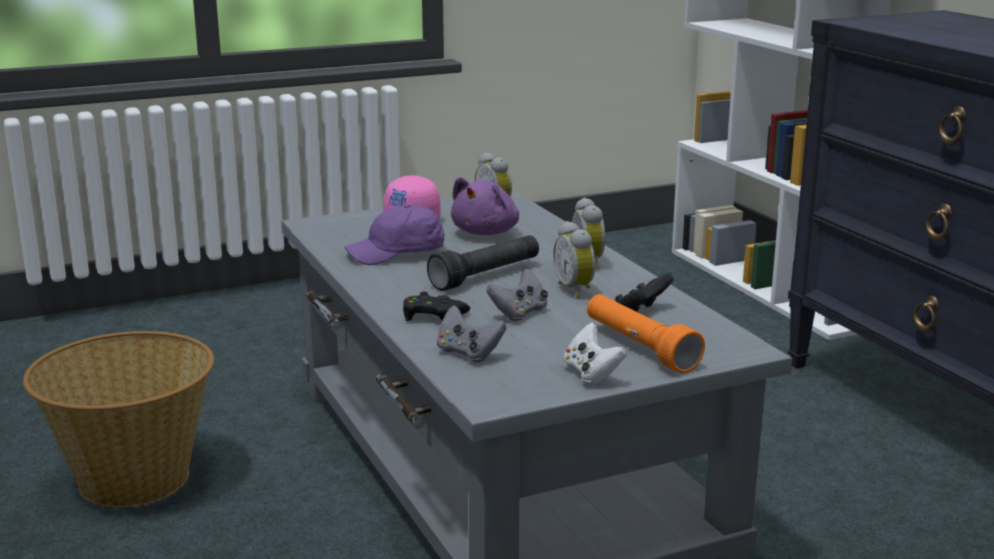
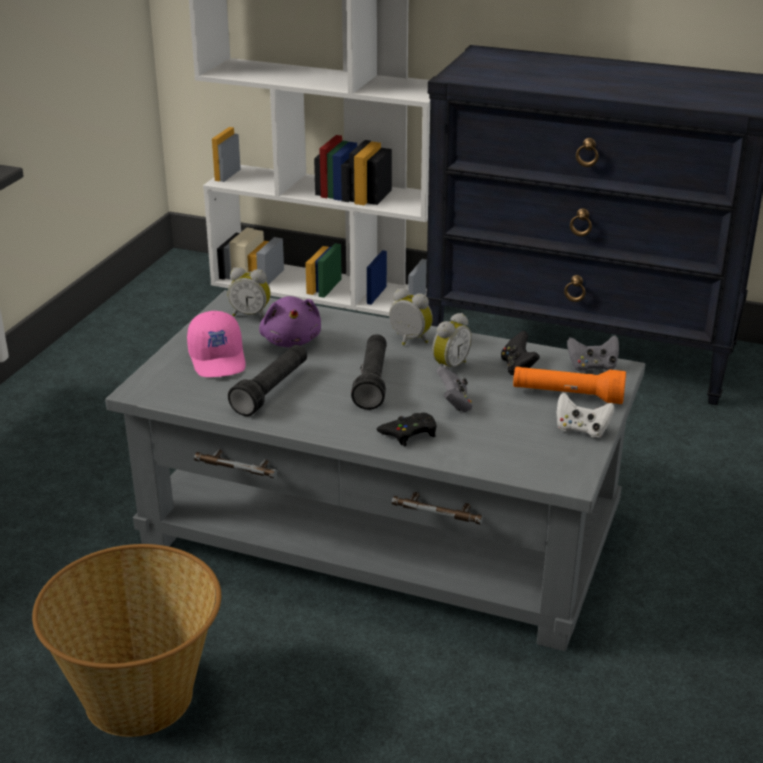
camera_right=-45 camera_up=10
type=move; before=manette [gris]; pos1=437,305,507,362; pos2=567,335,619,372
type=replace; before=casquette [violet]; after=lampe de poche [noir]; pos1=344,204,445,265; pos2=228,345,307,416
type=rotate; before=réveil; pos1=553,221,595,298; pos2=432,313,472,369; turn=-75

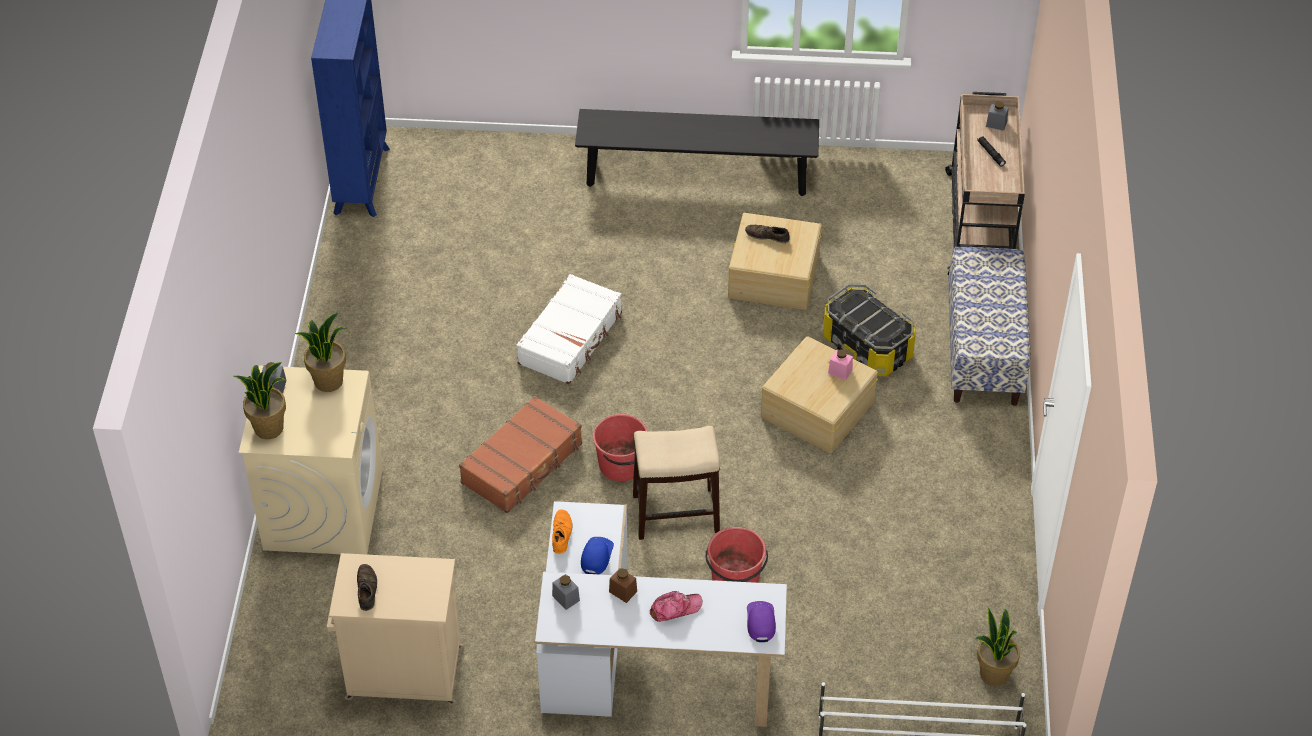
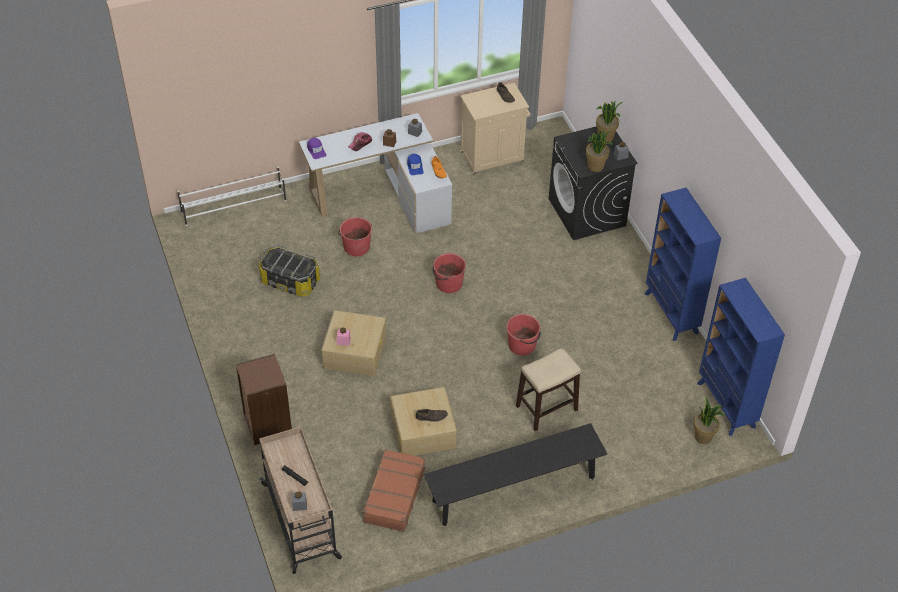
camera_right=155 camera_up=0
type=insert; after=bibliothèque [bleu]; pos2=644,188,721,341
type=move; before=valise [marron]; pos1=459,396,582,513; pos2=362,449,425,532
type=move; before=tabouret; pos1=633,426,720,540; pos2=516,348,581,431
type=move; before=boîte de rangement; pos1=823,284,916,376; pos2=258,245,320,297
type=move; before=plante en pot; pos1=975,607,1020,686; pos2=694,397,725,444
type=replace; before=valise [blanc]; after=seau [rouge]; pos1=516,274,622,384; pos2=506,314,541,356
type=replace; before=banc; after=bibliothèque [marron]; pos1=948,247,1031,406; pos2=236,354,292,445
type=recolor; before=lave-linge [beige]; after=lave-linge [noir]; pos1=239,365,383,555; pos2=549,126,638,240

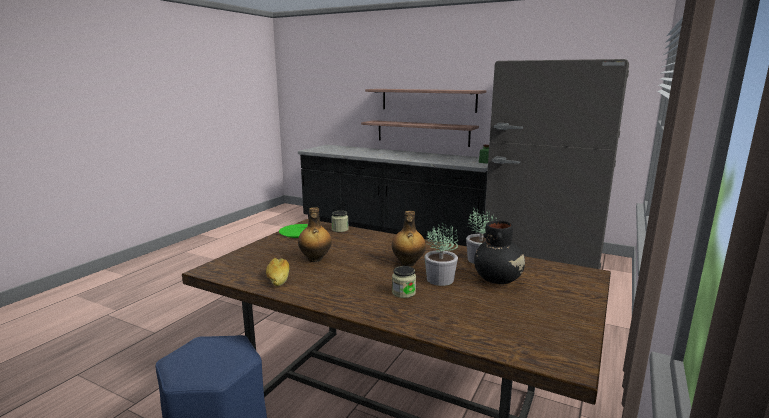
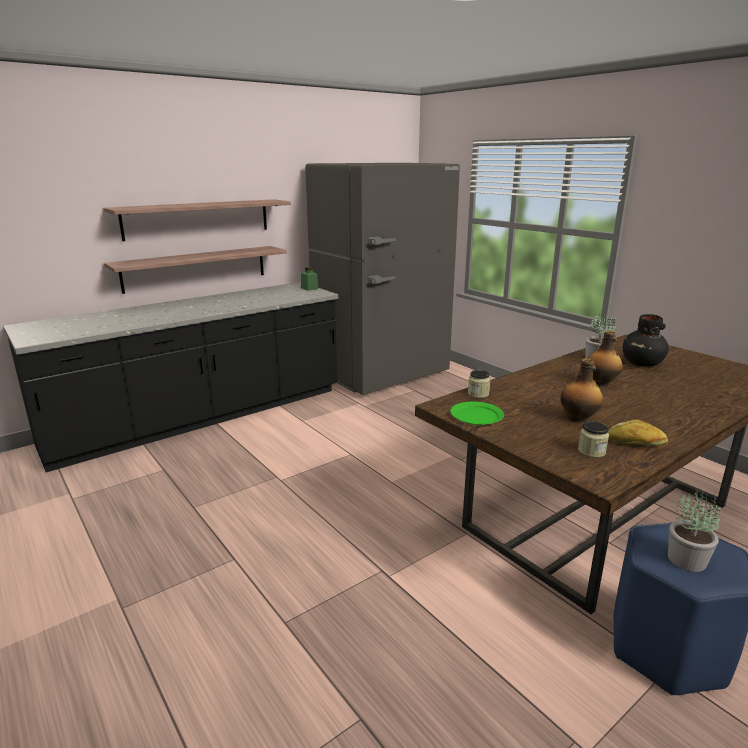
camera_right=-65 camera_up=5
type=move; before=bocal; pos1=392,266,416,298; pos2=578,421,609,458
type=move; before=plante en pot; pos1=424,223,458,286; pos2=668,489,721,572

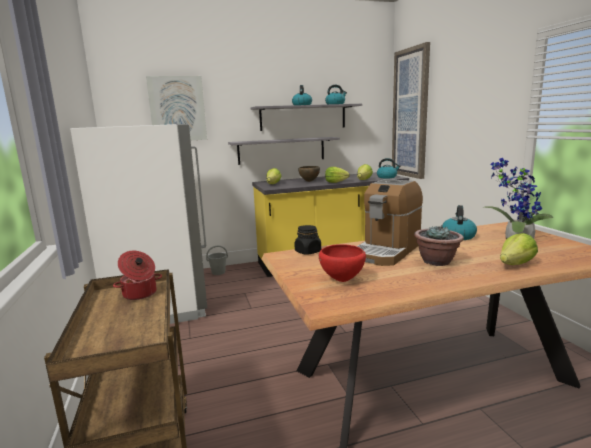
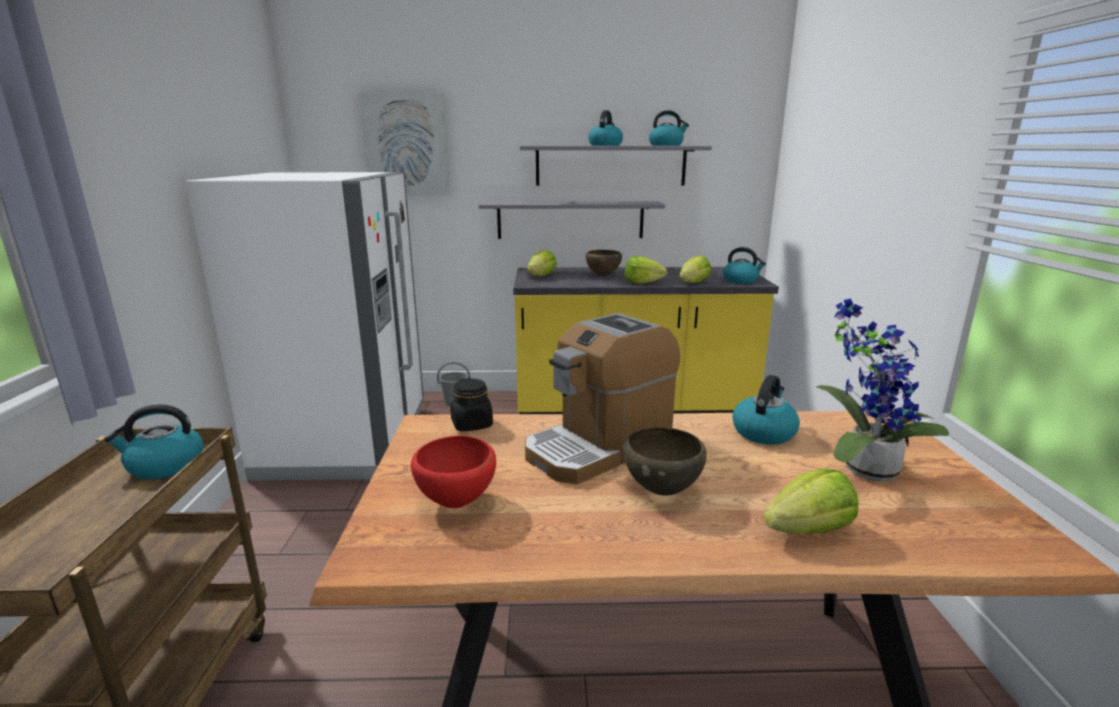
camera_right=15 camera_up=5
type=delete; before=tableau; pos1=392,42,430,179
type=replace; before=marmite; after=bouilloire; pos1=113,251,162,300; pos2=104,404,203,479
type=replace; before=plante en pot; after=bol [marron]; pos1=414,225,464,266; pos2=623,427,707,496

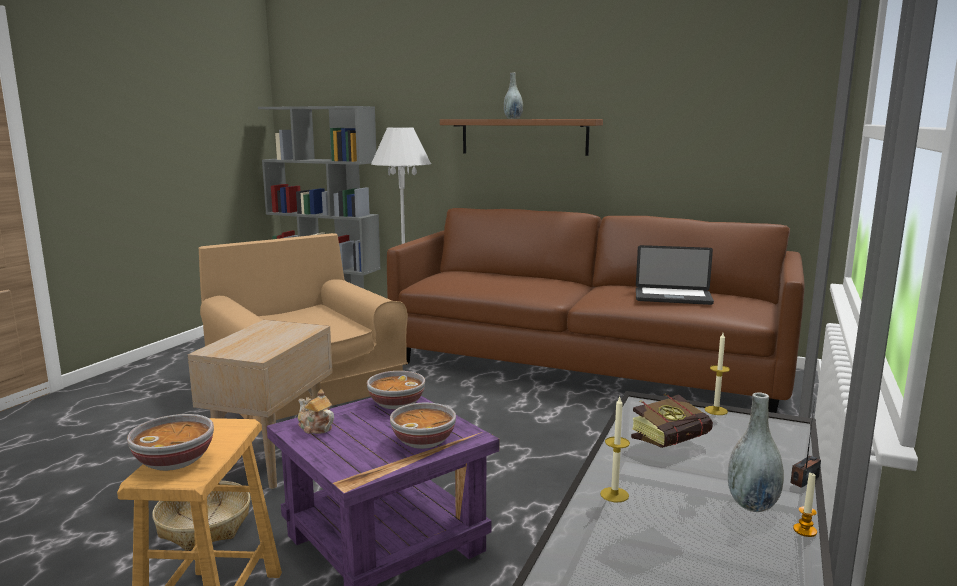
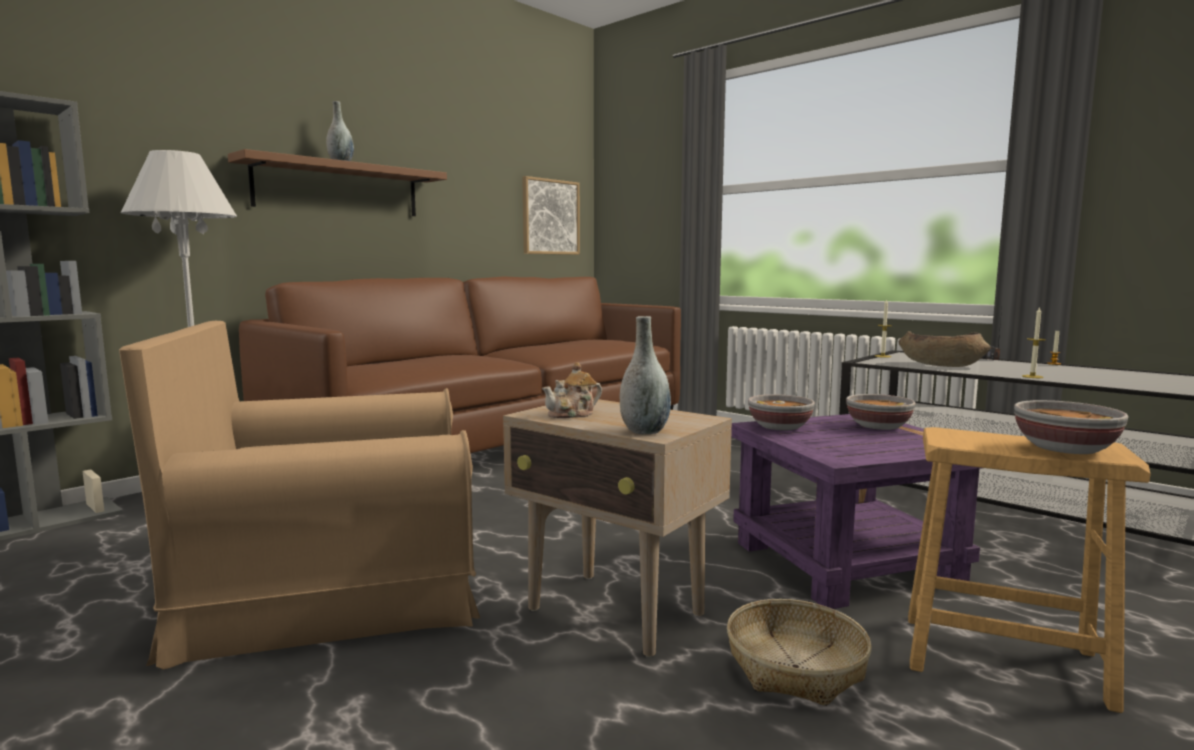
camera_right=-70 camera_up=-5
type=delete; before=ordinateur portable; pos1=636,245,714,305
type=insert; after=tableau; pos2=522,176,580,255
type=move; before=théière; pos1=298,389,334,434; pos2=542,362,602,418
type=move; before=vase [gris]; pos1=728,393,784,512; pos2=620,316,671,434
type=replace; before=livre; after=bol [marron]; pos1=631,394,713,448; pos2=899,331,990,367

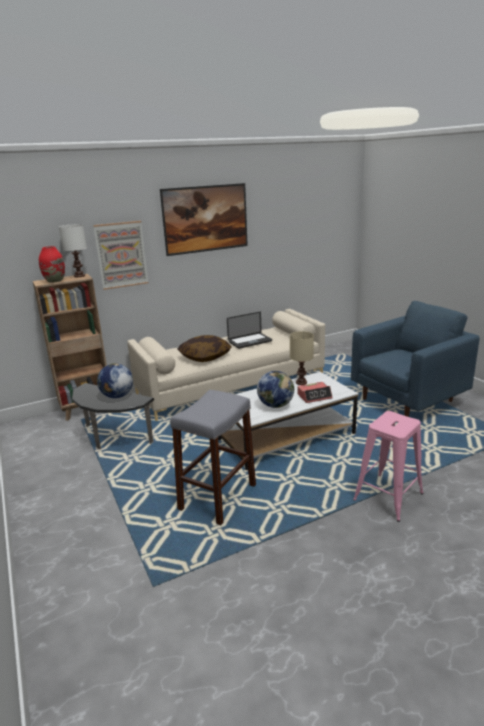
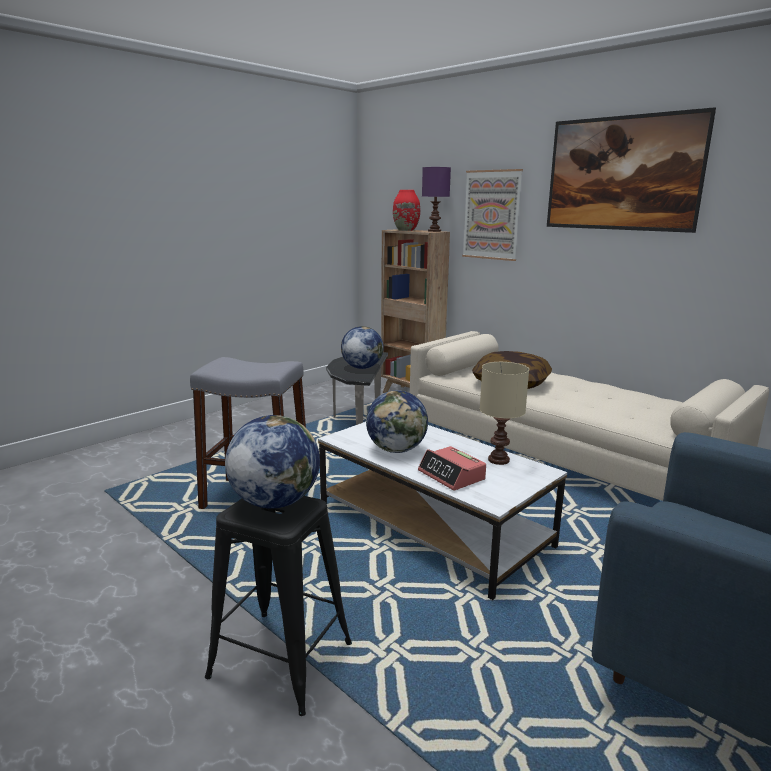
camera_right=70 camera_up=-5
type=delete; before=ordinateur portable; pos1=227,312,272,349
type=insert; after=globe; pos2=225,415,320,509
type=recolor; before=lampe de table [blanc]; after=lampe de table [violet]; pos1=59,224,87,277; pos2=422,167,451,232
type=recolor; before=tabouret [rose]; after=tabouret [noir]; pos1=353,411,424,522; pos2=205,496,352,716

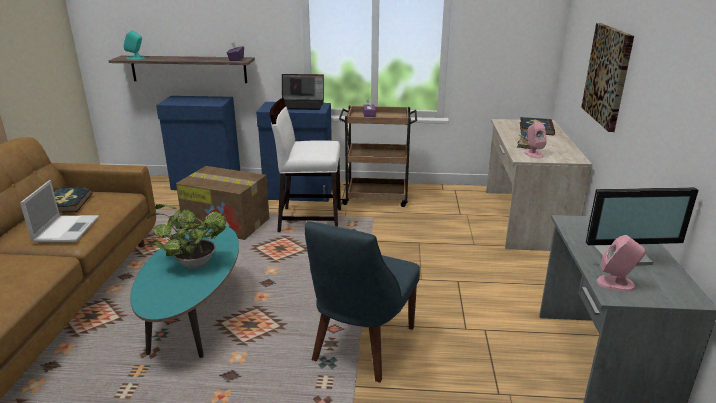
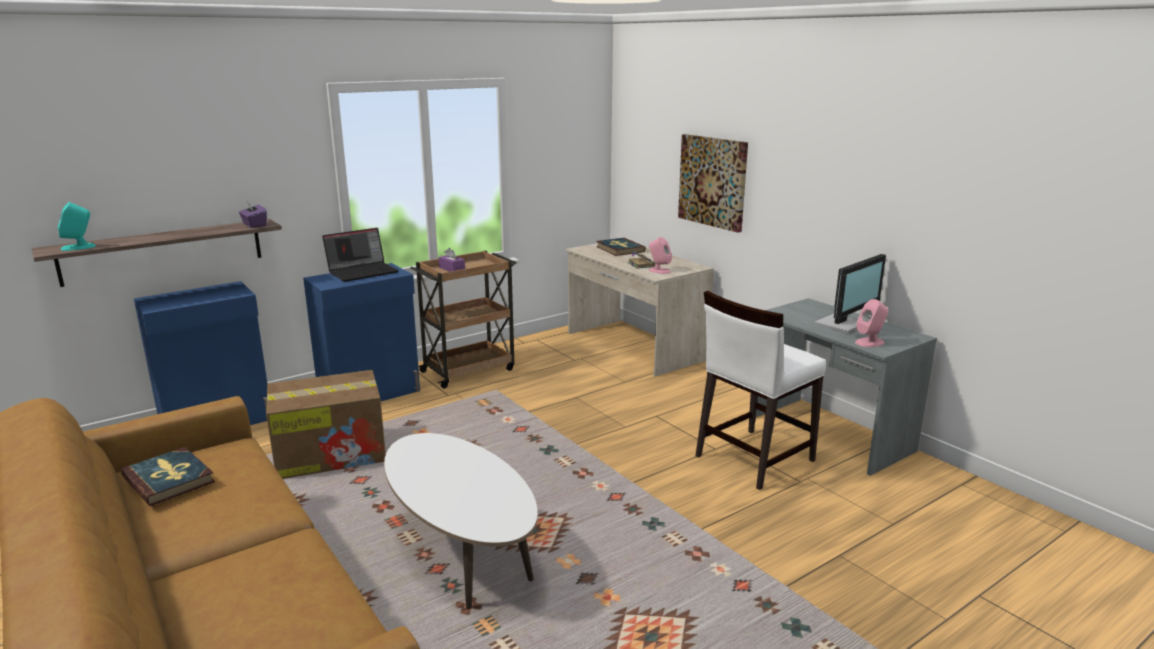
camera_right=-40 camera_up=-5
type=delete; before=ordinateur portable; pos1=20,180,99,242
type=delete; before=plante en pot; pos1=147,204,226,269
type=delete; before=chaise [bleu]; pos1=305,221,420,383
type=move; before=chaise [blanc]; pos1=270,98,341,232; pos2=695,291,826,490
type=recolor; before=table basse [turquoise]; after=table basse [blanc]; pos1=130,225,239,358; pos2=384,433,538,609

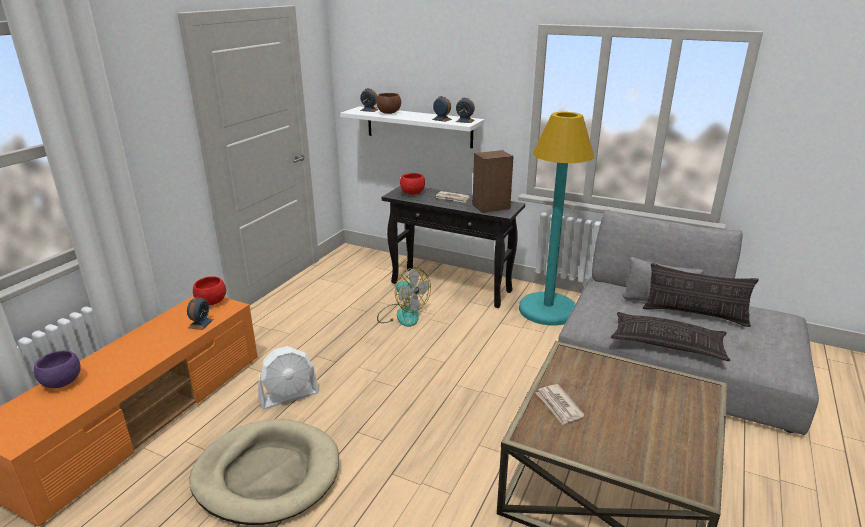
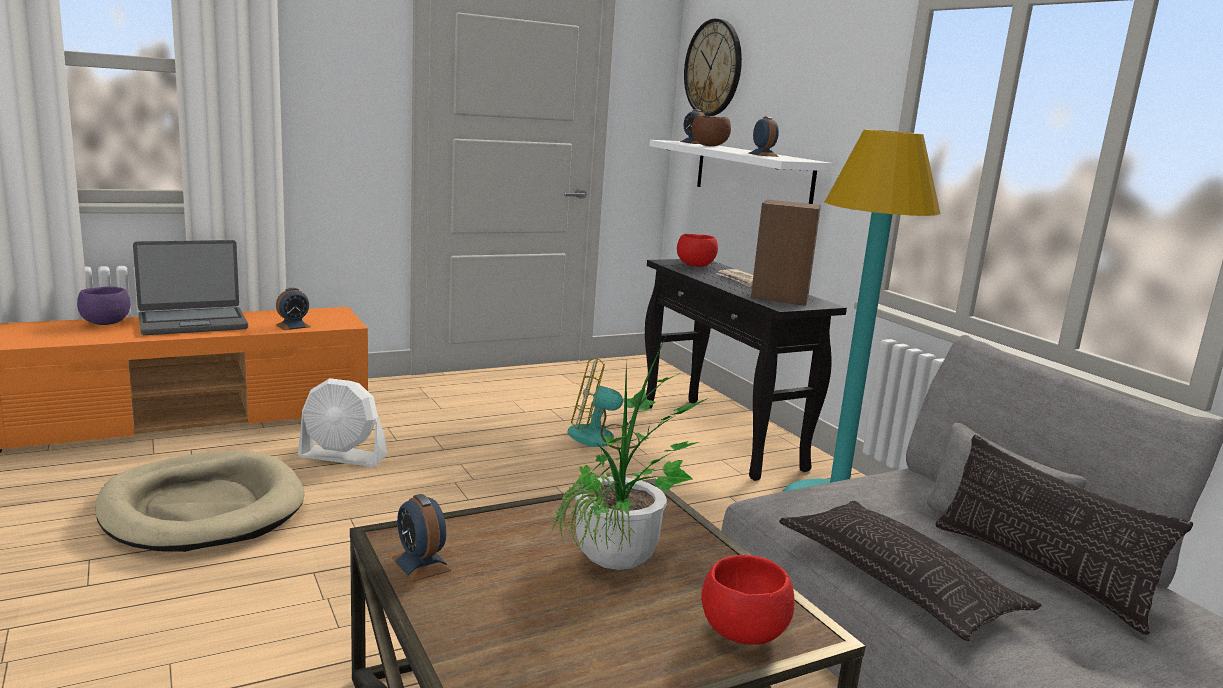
camera_right=35 camera_up=-10
type=delete; before=journal; pos1=536,384,584,425
type=insert; after=ordinateur portable; pos2=133,240,248,335
type=insert; after=plante en pot; pos2=550,335,708,570
type=insert; after=horloge murale; pos2=684,19,742,116
type=move; before=bol [rouge]; pos1=193,276,226,305; pos2=702,555,795,645
type=move; before=réveil; pos1=456,97,475,123; pos2=392,494,451,582
type=rotate; before=ventilateur; pos1=377,267,431,327; pos2=568,358,640,449; turn=105

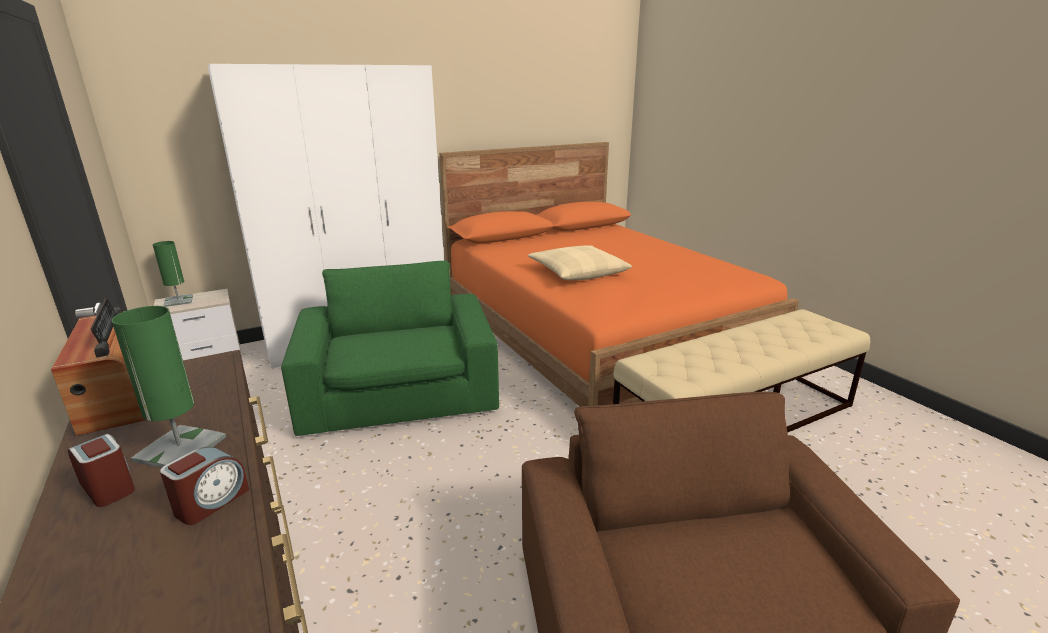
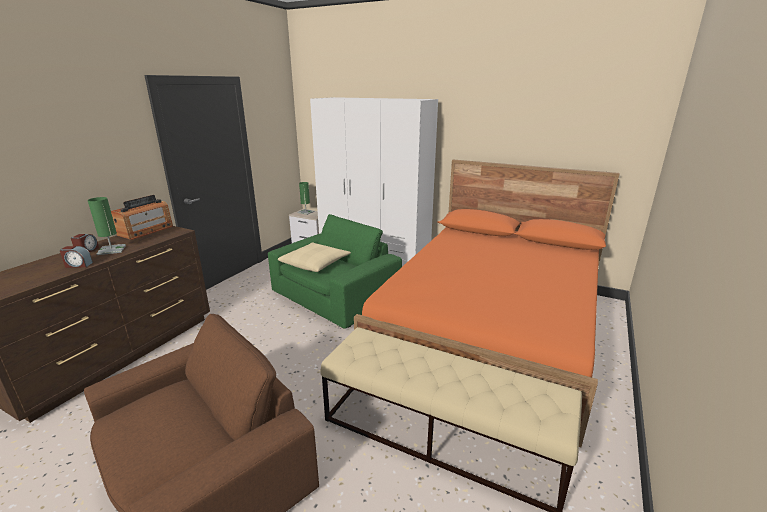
camera_right=55 camera_up=0
type=move; before=coussin [beige]; pos1=528,245,632,280; pos2=278,242,351,272

